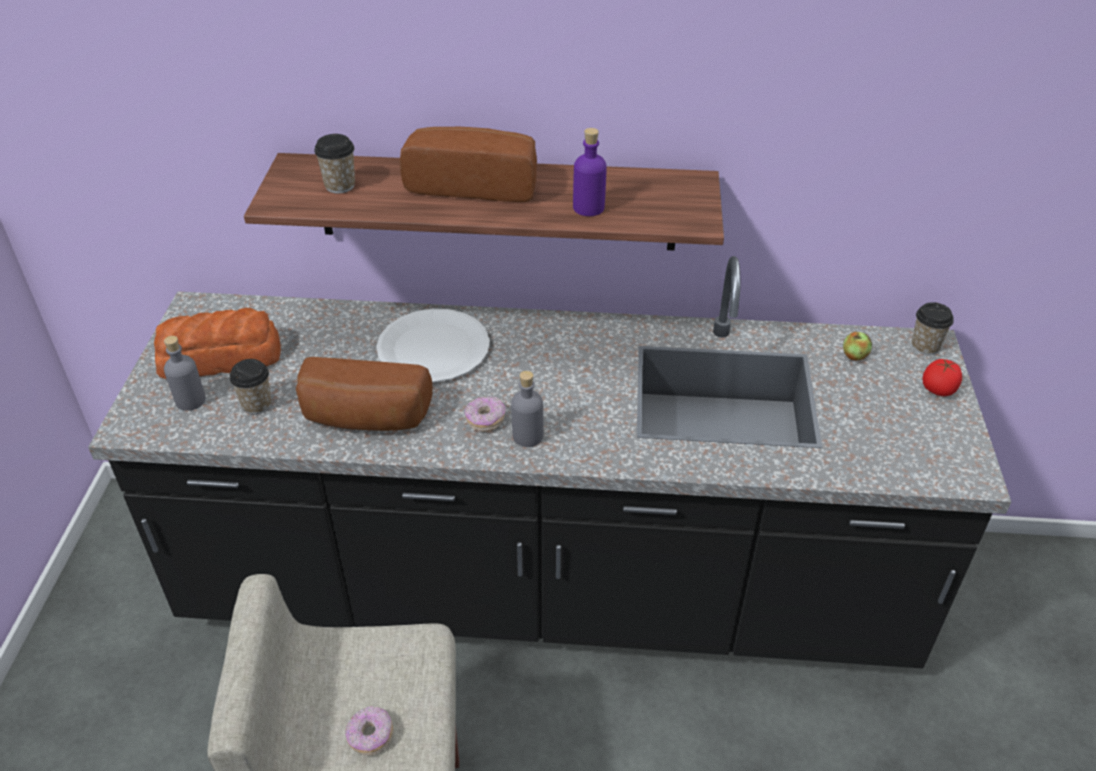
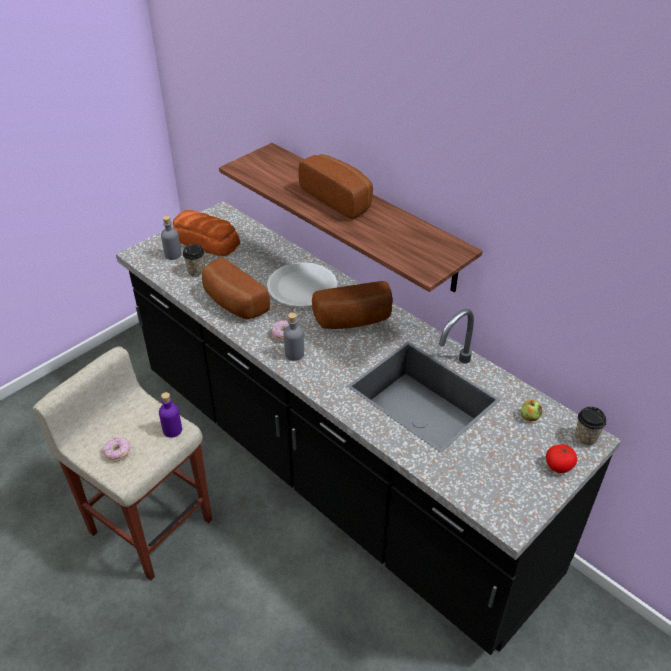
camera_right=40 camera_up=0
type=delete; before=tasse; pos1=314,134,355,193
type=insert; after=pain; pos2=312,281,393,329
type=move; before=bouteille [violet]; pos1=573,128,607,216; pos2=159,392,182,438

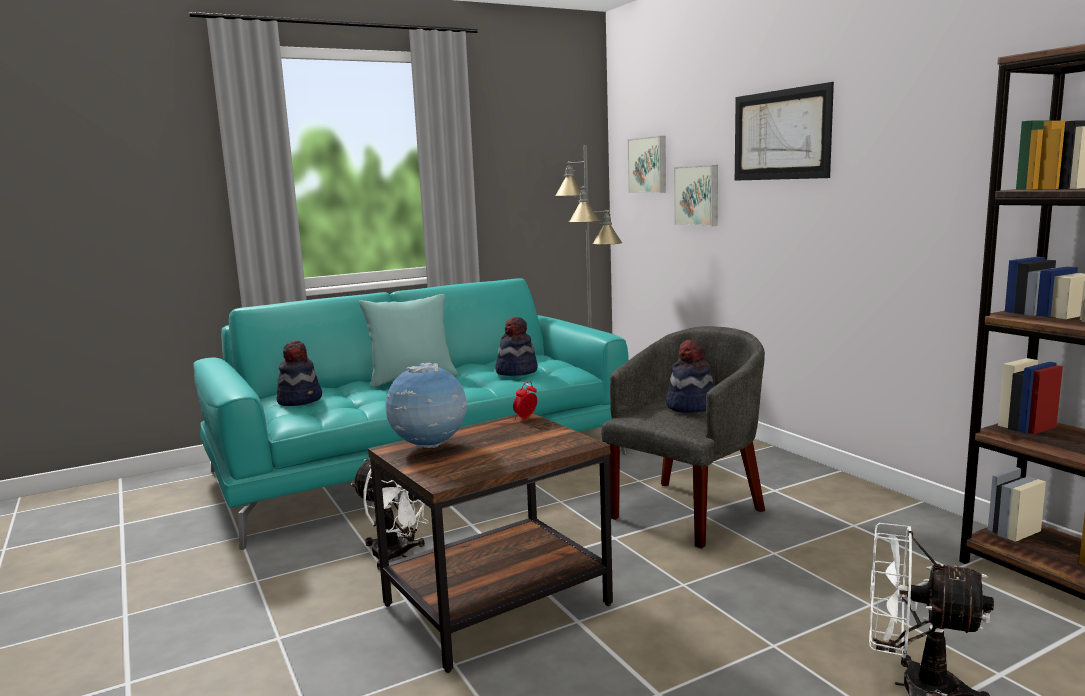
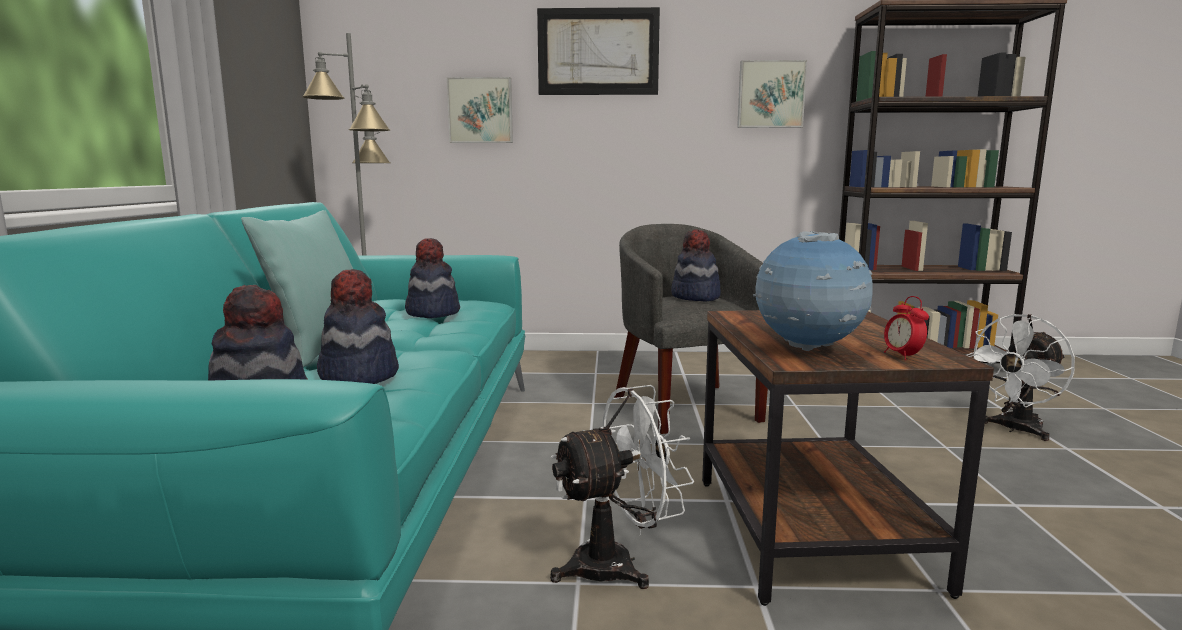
camera_right=-60 camera_up=0
type=insert; after=chapeau; pos2=317,269,399,384
type=move; before=réveil; pos1=513,382,537,419; pos2=884,296,929,360
type=move; before=tableau; pos1=628,136,666,193; pos2=737,60,807,128

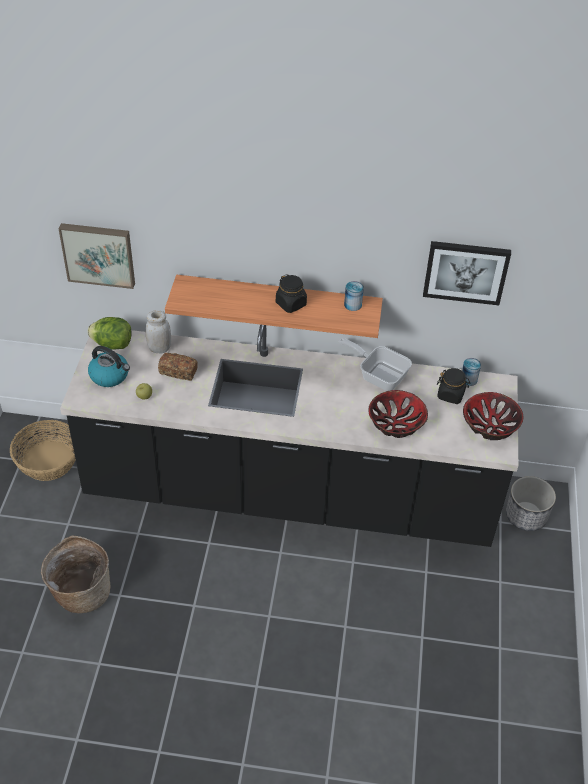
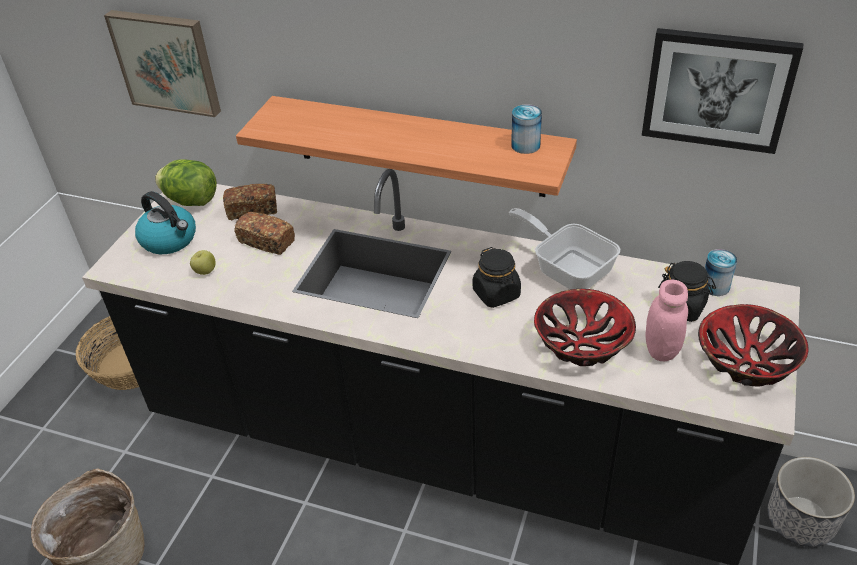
camera_right=15 camera_up=-5
type=insert; after=bocal [rose]; pos2=646,280,688,361
type=move; before=bocal [noir]; pos1=276,274,307,313; pos2=473,247,521,308
type=replace; before=bocal [blanc]; after=pain; pos1=146,311,171,353; pos2=223,184,277,220

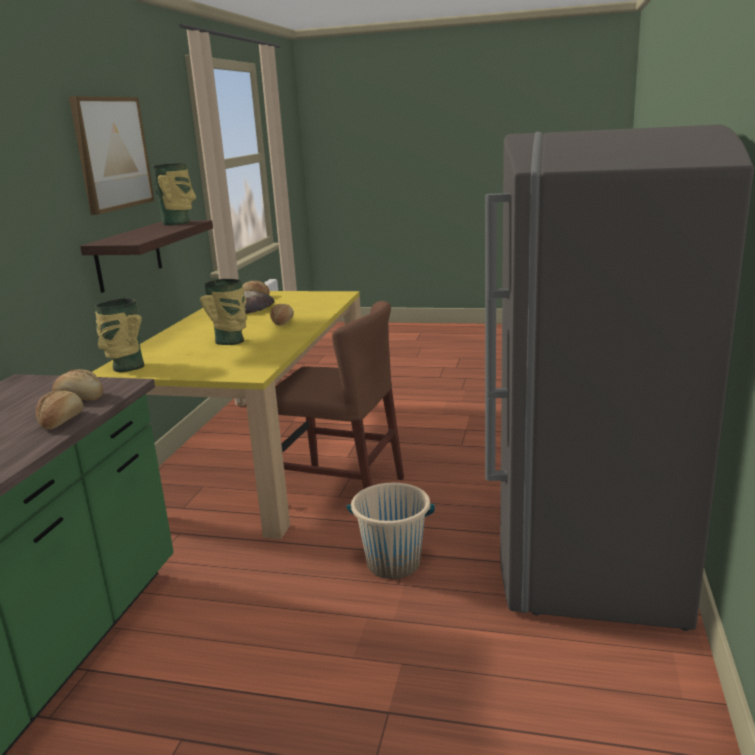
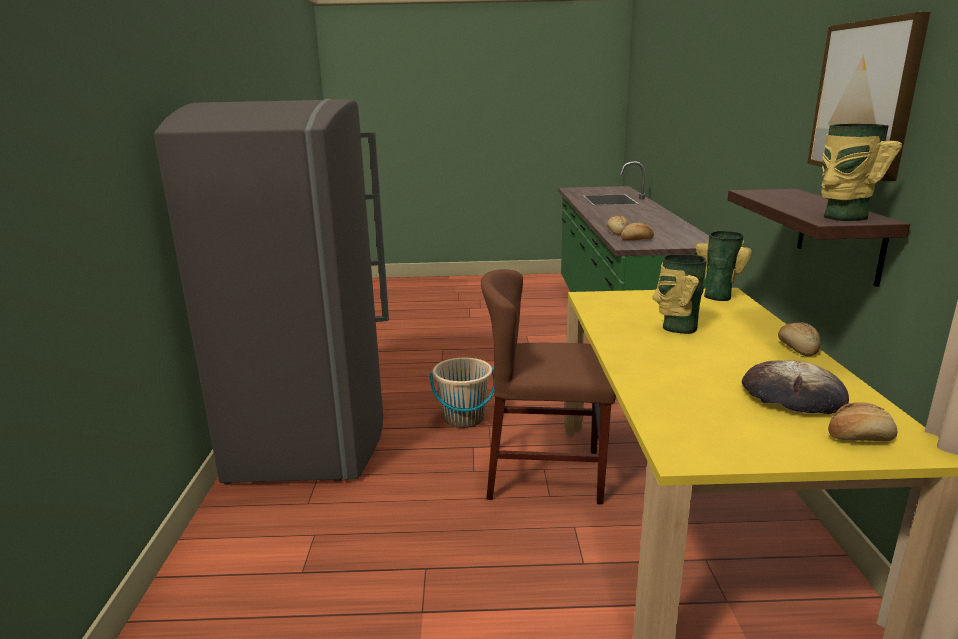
camera_right=165 camera_up=0
type=move; before=pain; pos1=270,304,294,326; pos2=778,322,821,356

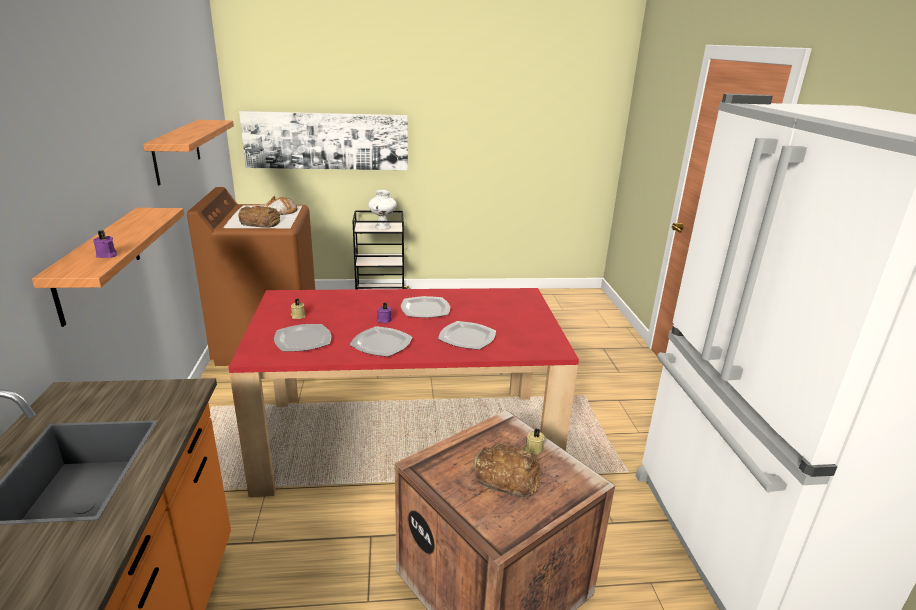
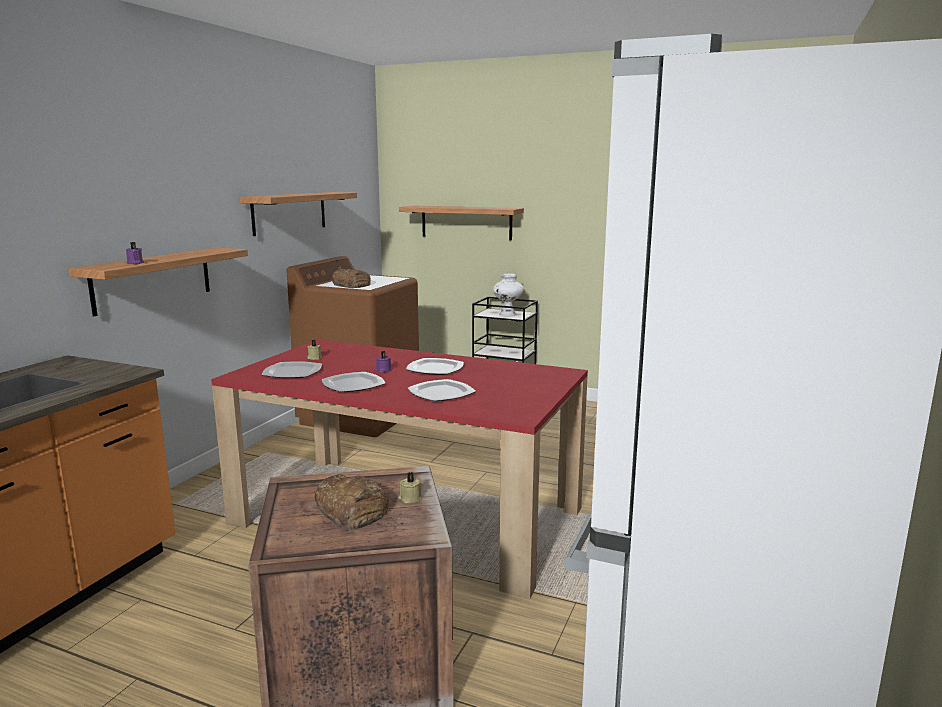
camera_right=30 camera_up=-10
type=delete; before=pain; pos1=264,196,297,215
type=replace; before=tableau; after=étagère; pos1=239,111,408,170; pos2=399,205,524,240

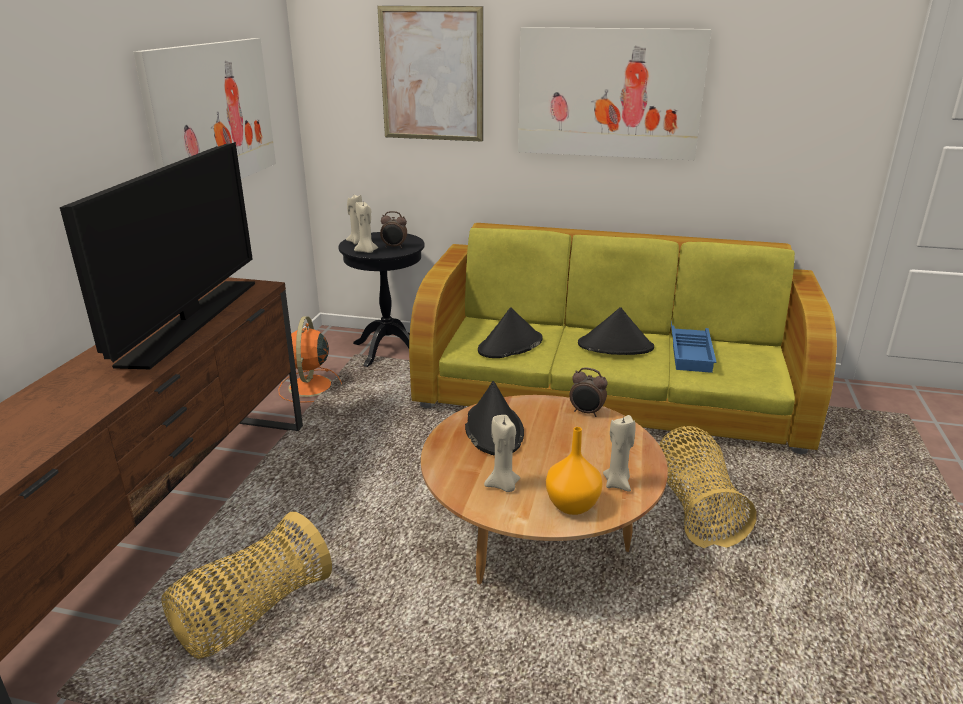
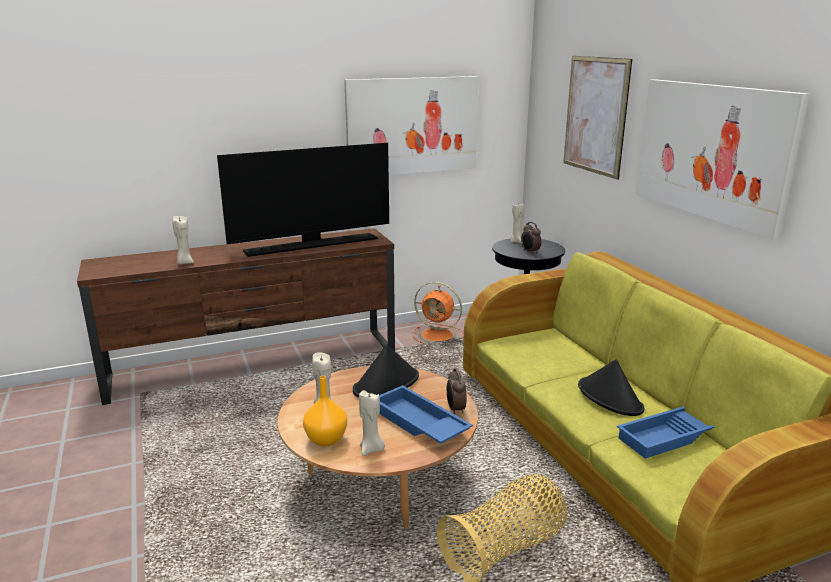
camera_right=55 camera_up=-5
type=delete; before=panier; pos1=162,512,332,659
type=delete; before=chapeau [noir]; pos1=478,307,543,358
type=insert; after=plateau [bleu]; pos2=379,385,473,444
type=move; before=bougie [beige]; pos1=354,202,378,253; pos2=173,216,194,265
type=rotate; before=ventilateur [orange]; pos1=278,316,342,403; pos2=413,282,464,344; turn=-120

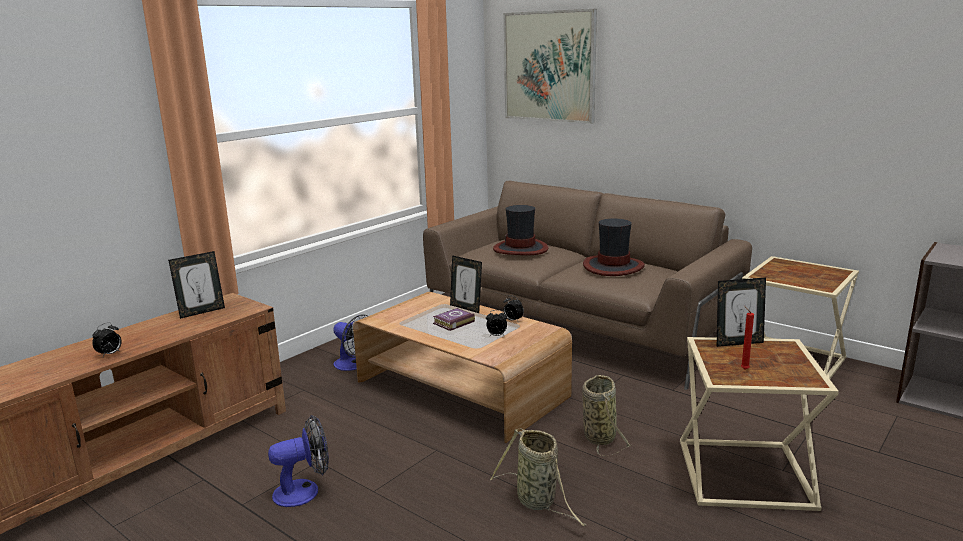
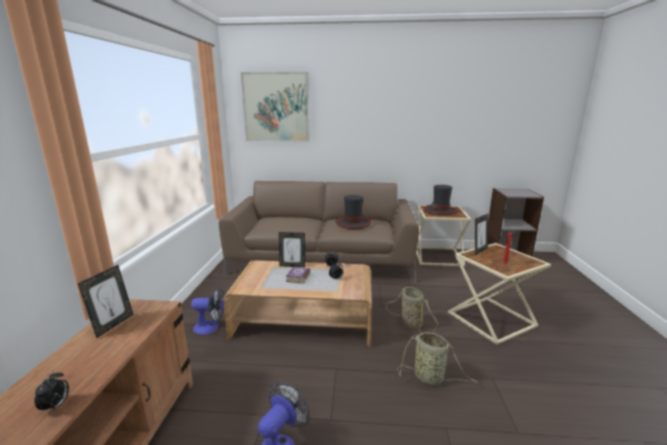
camera_right=-35 camera_up=0
type=move; before=chapeau; pos1=493,205,548,255; pos2=424,185,458,215

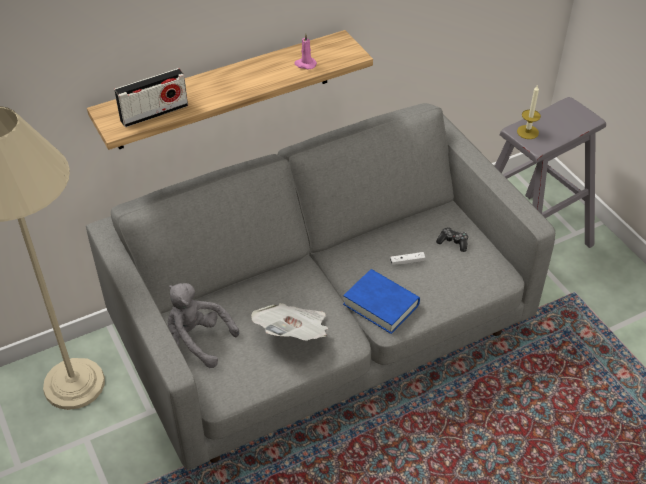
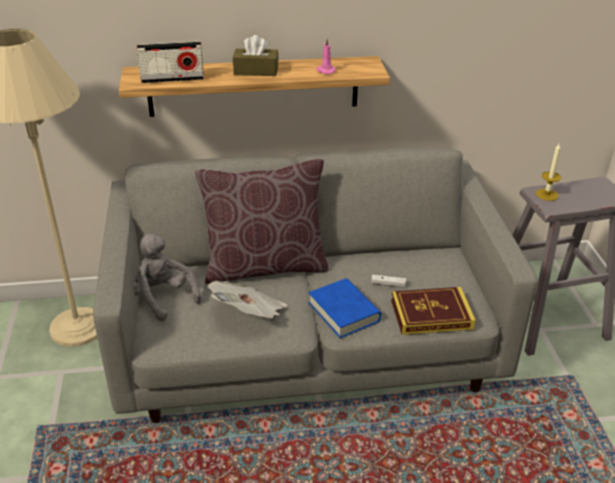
camera_right=20 camera_up=-10
type=delete; before=manette; pos1=436,227,468,252
type=insert; after=coussin [marron]; pos2=195,159,329,284
type=insert; after=boîte à mouchoirs [marron]; pos2=233,35,279,76
type=insert; after=livre; pos2=391,287,476,335

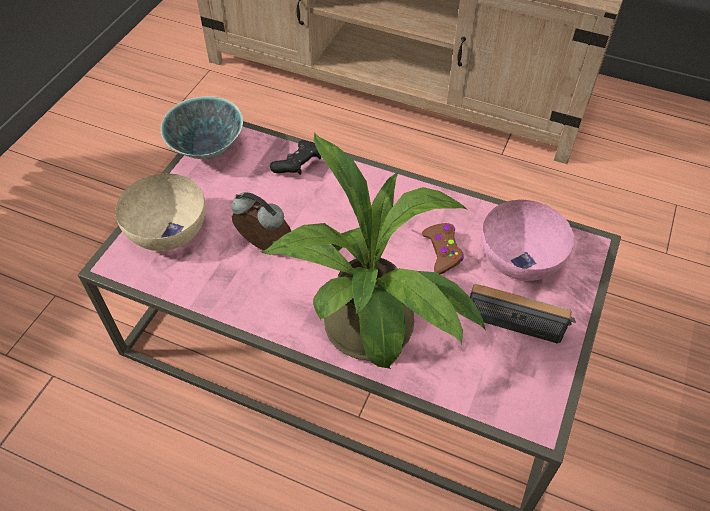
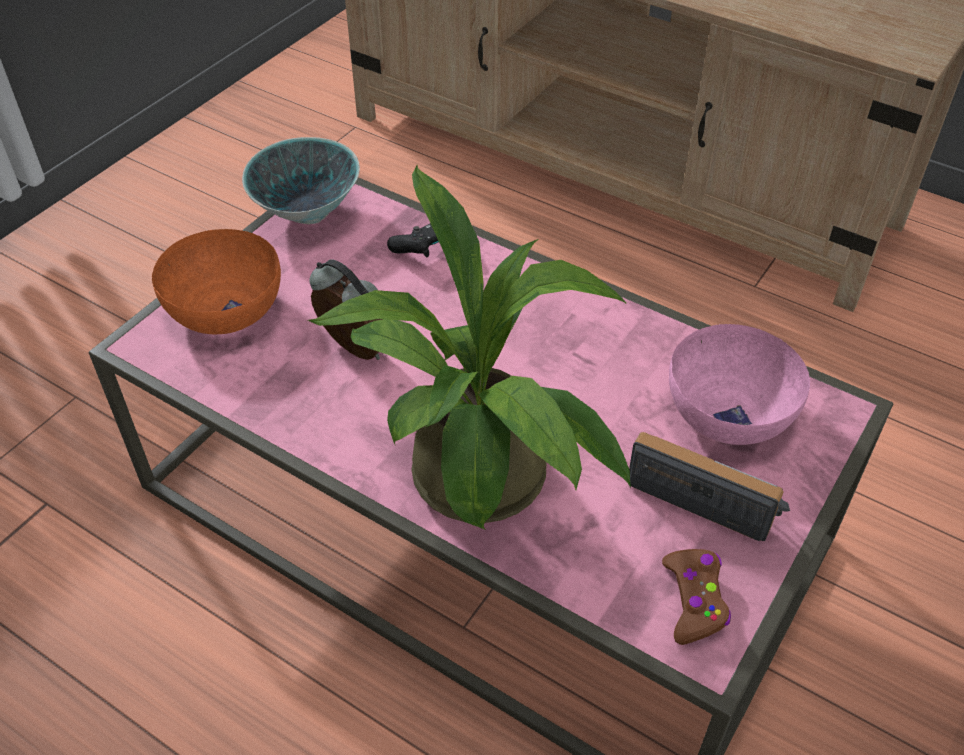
camera_right=10 camera_up=-5
type=move; before=manette [marron]; pos1=422,223,464,274; pos2=662,549,731,645
type=recolor; before=bol [beige]; after=bol [orange]; pos1=115,173,206,251; pos2=152,229,281,334

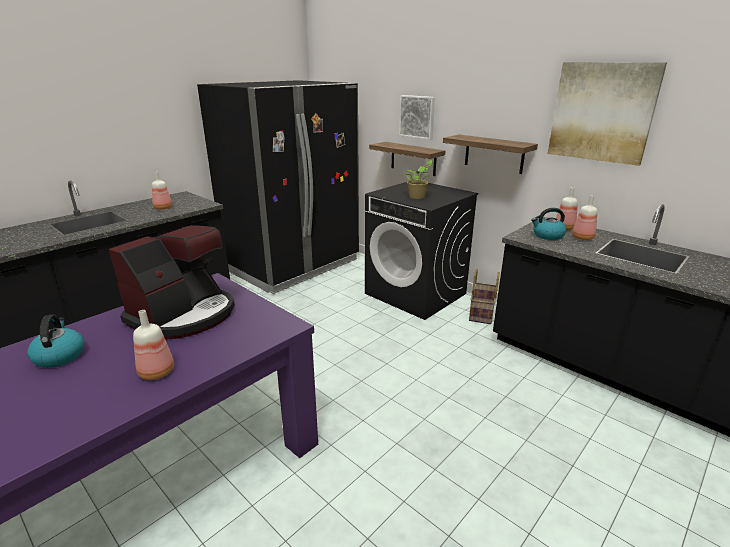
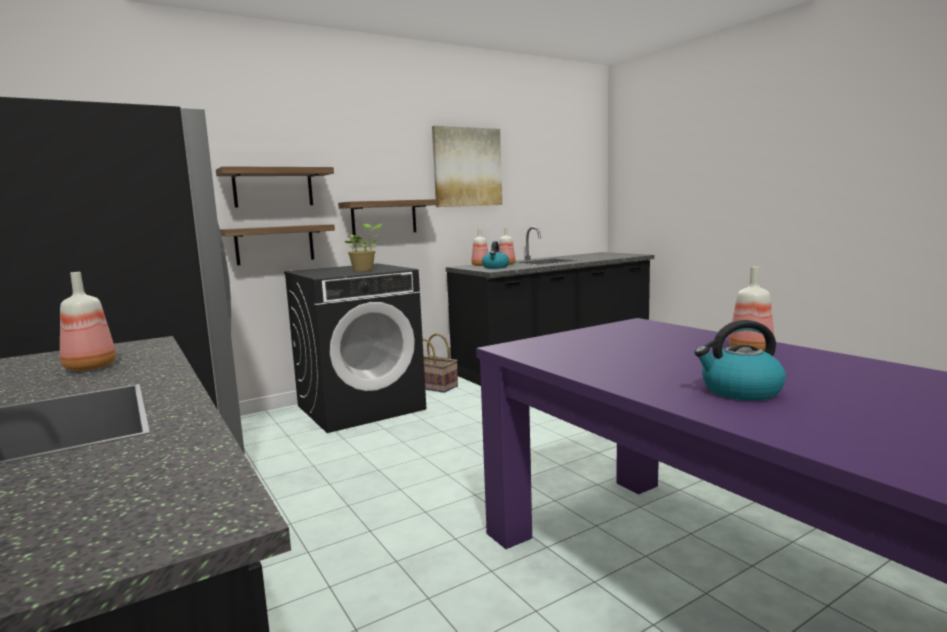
camera_right=-75 camera_up=-15
type=delete; before=machine à café; pos1=108,225,235,339
type=replace; before=tableau; after=étagère; pos1=399,95,435,140; pos2=216,166,334,208

